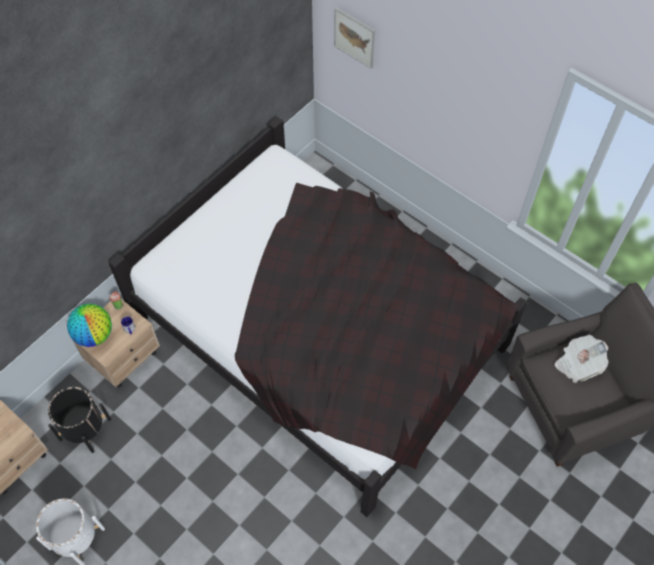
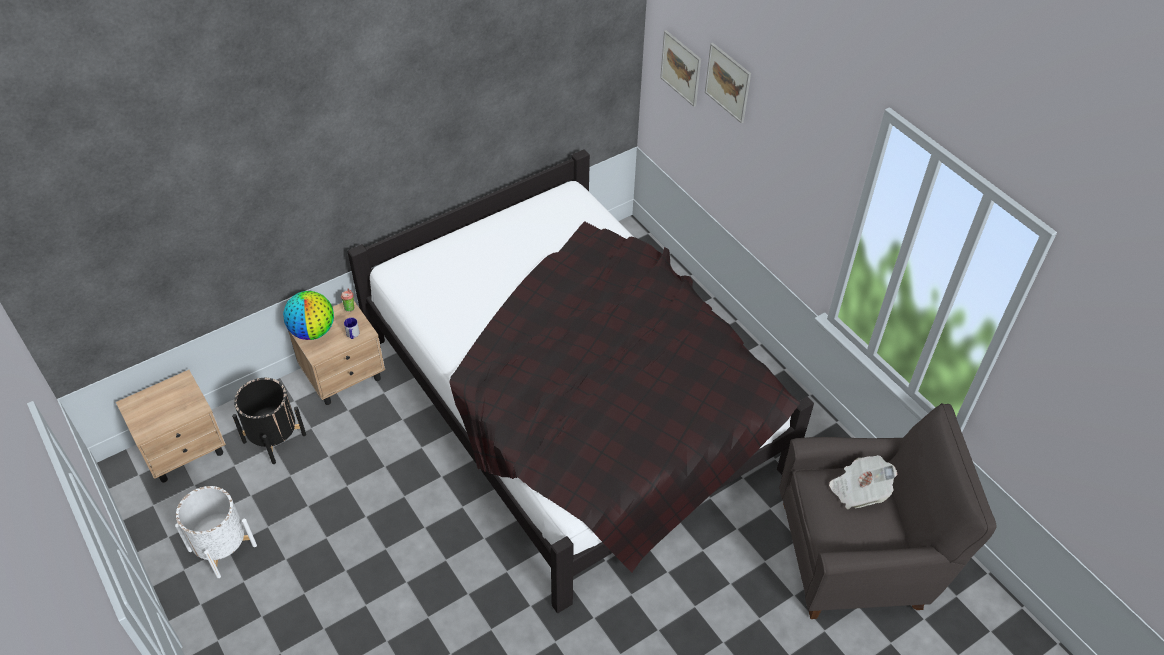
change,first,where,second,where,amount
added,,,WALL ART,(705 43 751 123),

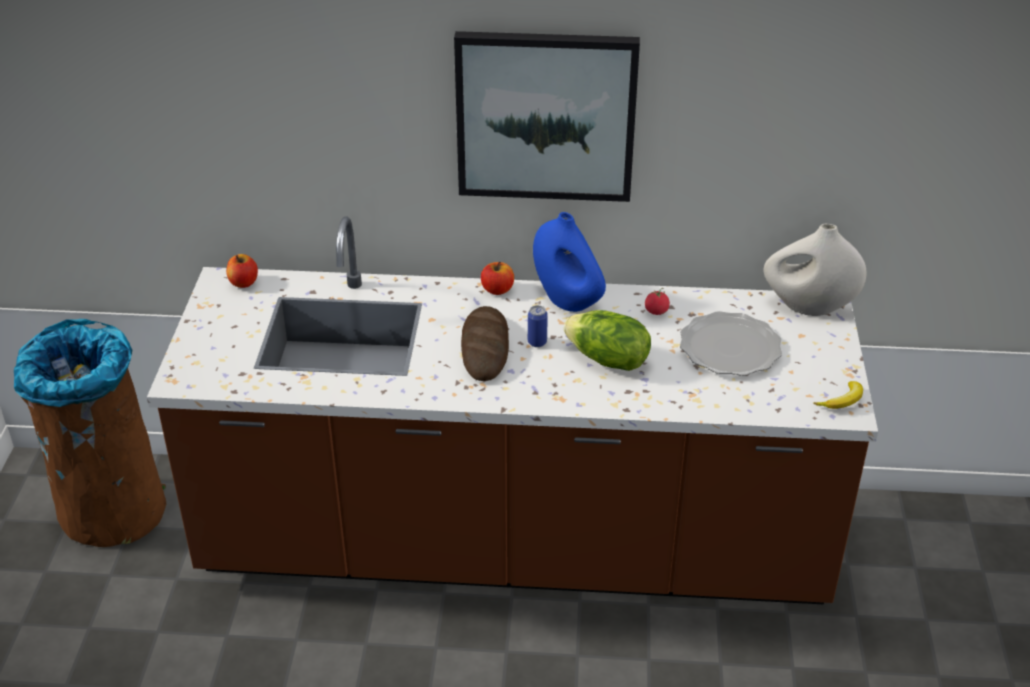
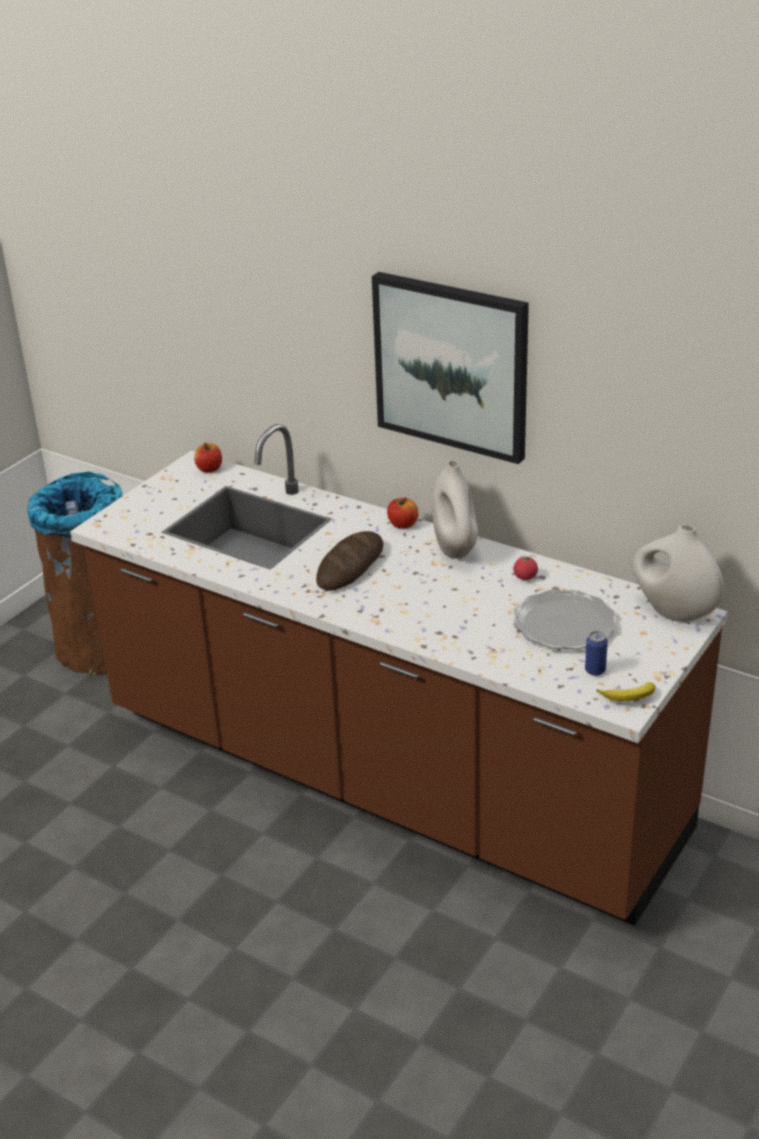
change,first,where,second,where,amount
moved,SEALED CAN,(528 305 548 347),,(585 631 608 676),
recoloured,BLUE-COLOURED VASE,(533 212 606 312),WHITISH VASE,(432 459 478 559),
removed,LETTUCE,(564 310 651 371),,,

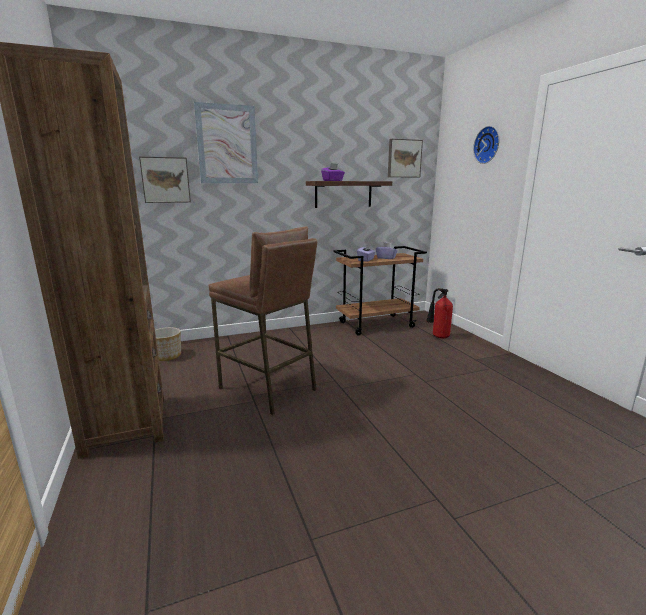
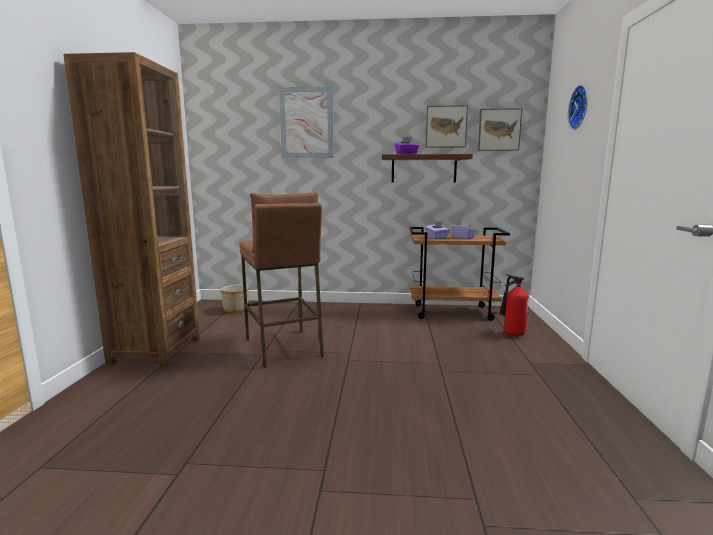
change,first,where,second,where,amount
moved,WALL ART,(139 157 191 203),,(426 105 468 148),

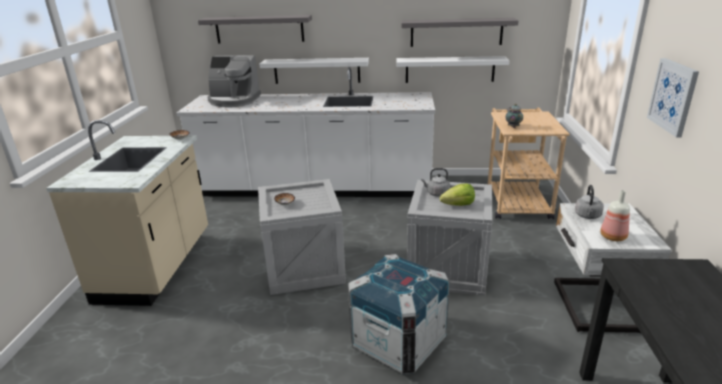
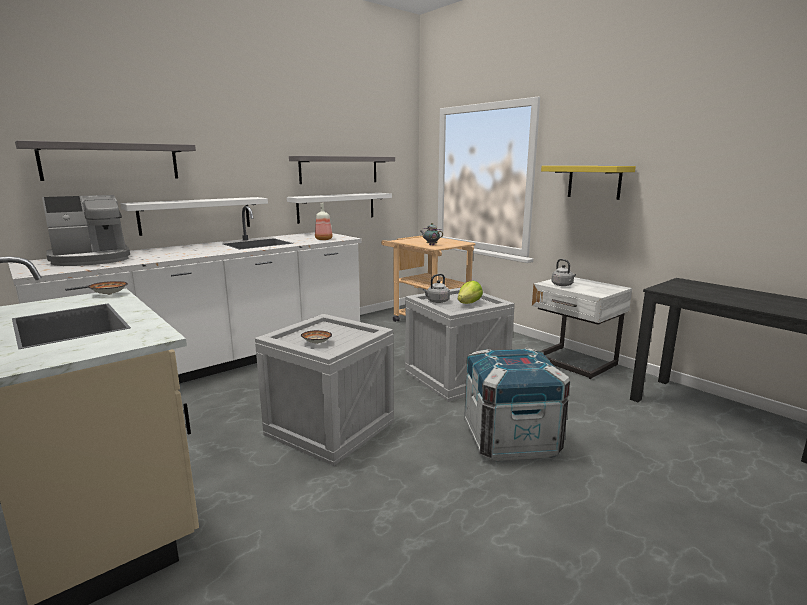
change,first,where,second,where,amount
moved,DRINK BOTTLE,(600 190 630 241),,(315 203 333 240),
replaced,WALL ART,(647 58 699 137),YELLOW-COLOURED WALL SHELF,(541 166 636 200),

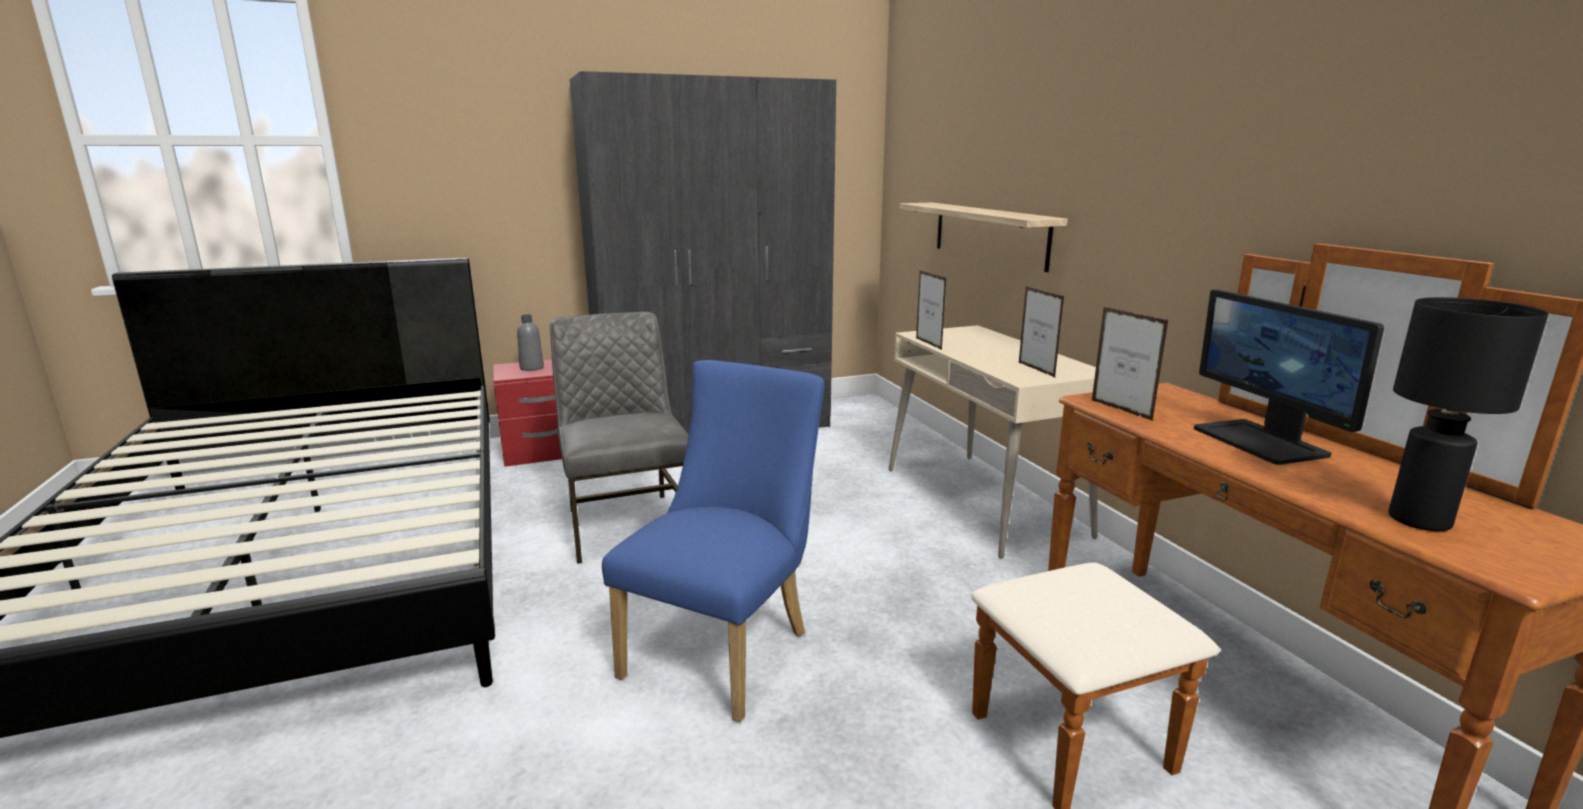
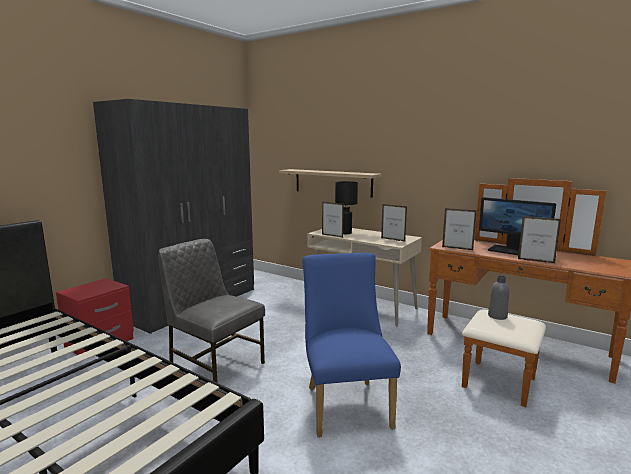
change,first,where,second,where,amount
moved,GRAY DRINK BOTTLE,(517 314 544 371),,(488 276 509 320),
moved,BLACK-COLOURED TABLE LAMP,(1388 297 1549 531),,(335 181 358 234),
added,,,PICTURE FRAME,(518 216 561 263),

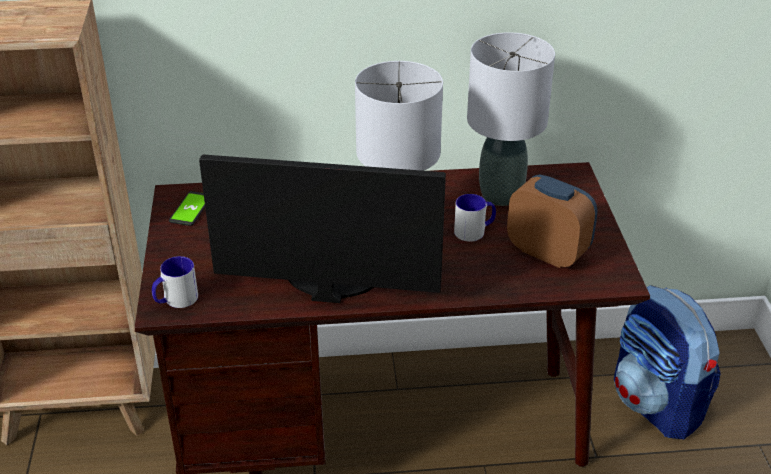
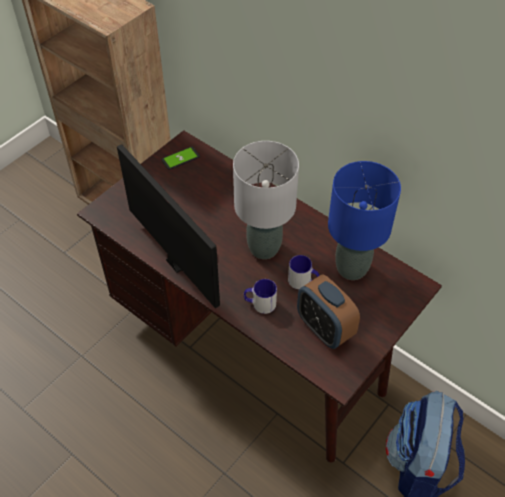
change,first,where,second,where,amount
moved,COFFEE MUG,(152 256 198 308),,(244 279 277 314),
recoloured,GRAY TABLE LAMP,(467 32 555 206),BLUE-COLOURED TABLE LAMP,(328 161 401 280),
turned,TABLE CLOCK,(507 174 597 268),,(297 274 360 349),150 degrees clockwise

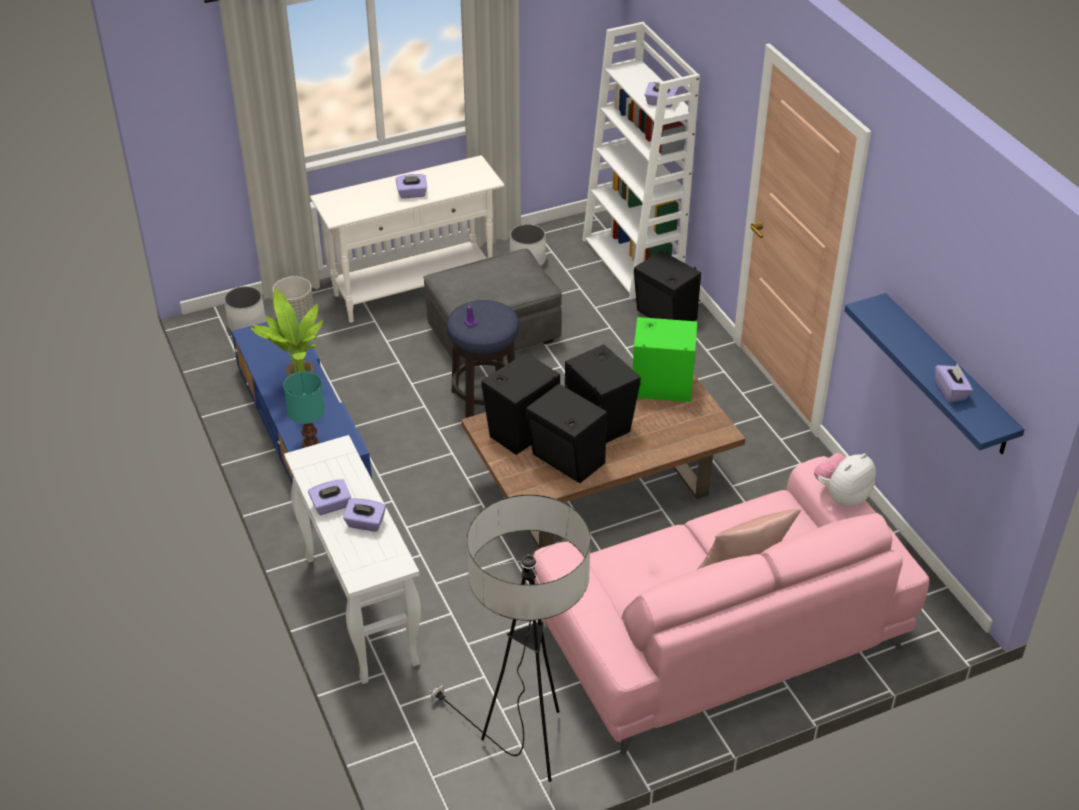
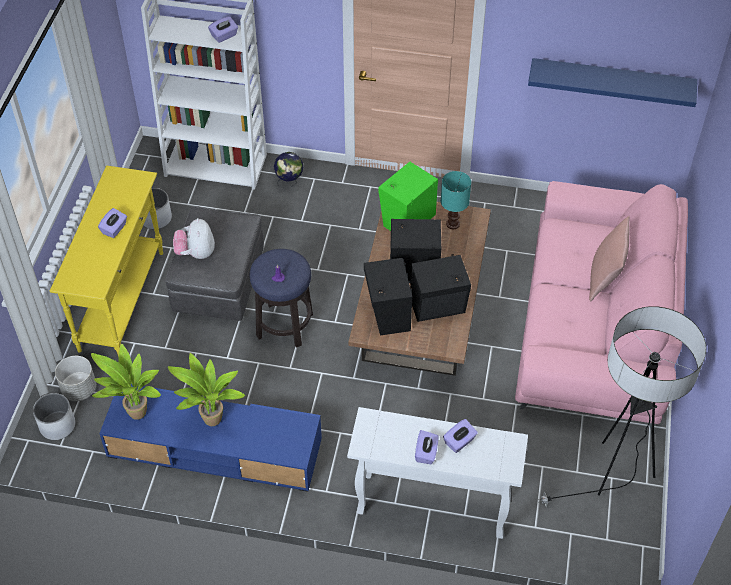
change,first,where,second,where,amount
moved,TURQUOISE TABLE LAMP,(284 372 325 448),,(441 171 471 229),
recoloured,WHITISH CONSOLE TABLE,(310 155 505 323),YELLOW-COLOURED CONSOLE TABLE,(50 165 163 355),
replaced,BLACK-COLOURED SPEAKER,(634 250 701 321),GLOBE,(274 152 303 187),
moved,SOFT TOY,(814 453 876 507),,(173 218 215 259),
removed,PURPLE TISSUE HOLDER,(935 363 973 403),,,
added,,,POTTED PLANT,(91 344 161 420),

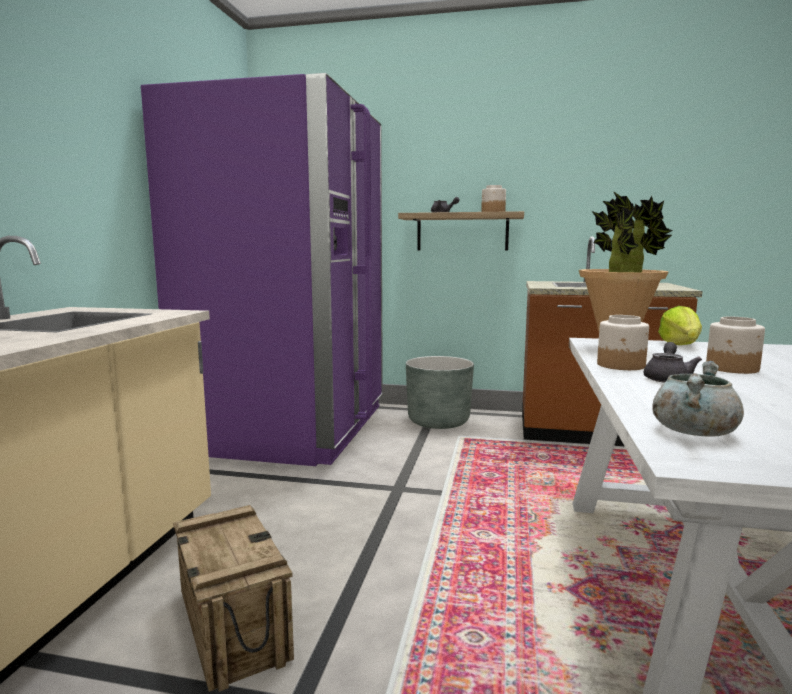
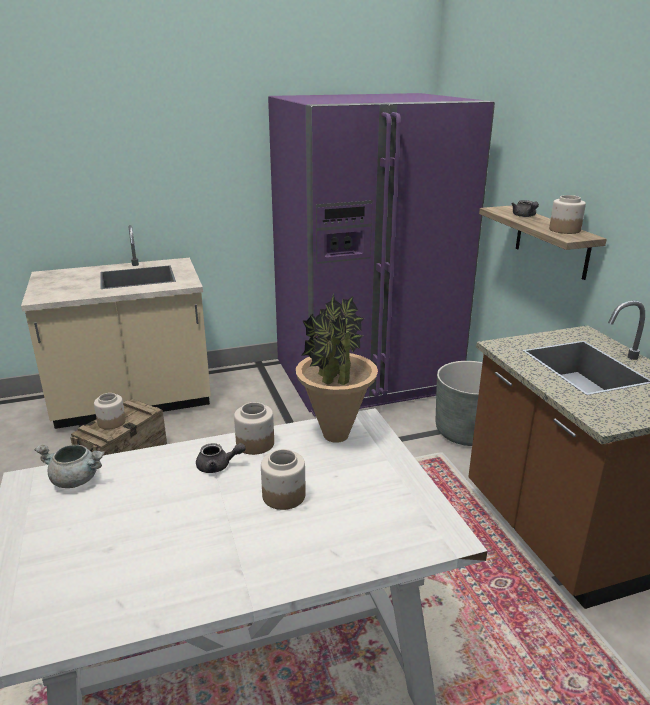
change,first,where,second,where,amount
removed,LETTUCE,(658 306 702 345),,,
added,,,JAR,(94 393 126 429),

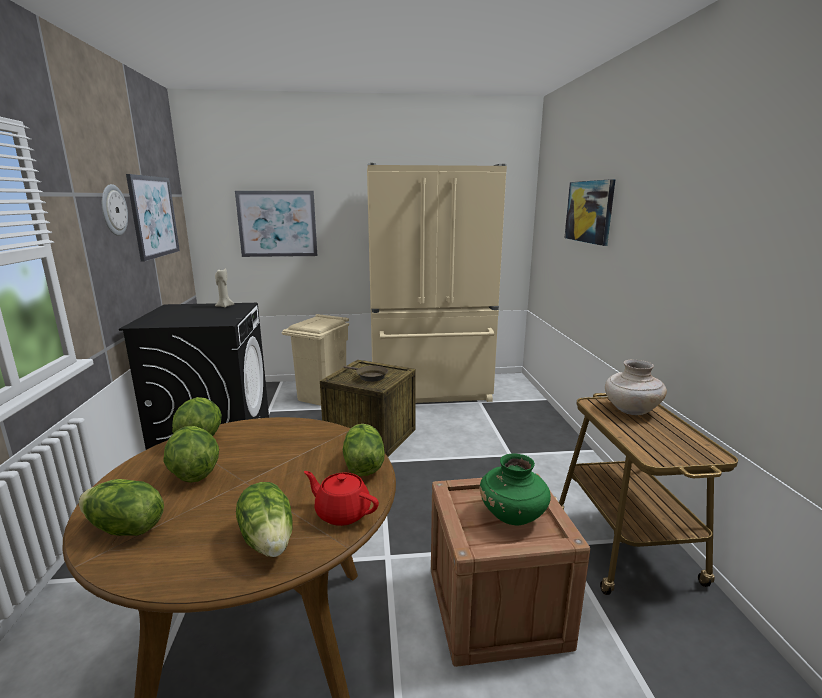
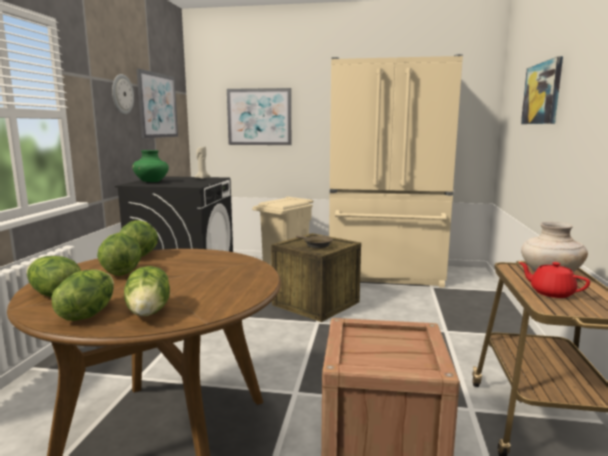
change,first,where,second,where,amount
moved,RED-COLOURED POT FOR TEA,(304 471 379 526),,(519 262 590 298),
moved,LETTUCE,(343 424 385 476),,(52 269 114 321),
moved,GREEN-COLOURED VASE,(480 453 551 525),,(132 150 169 182),

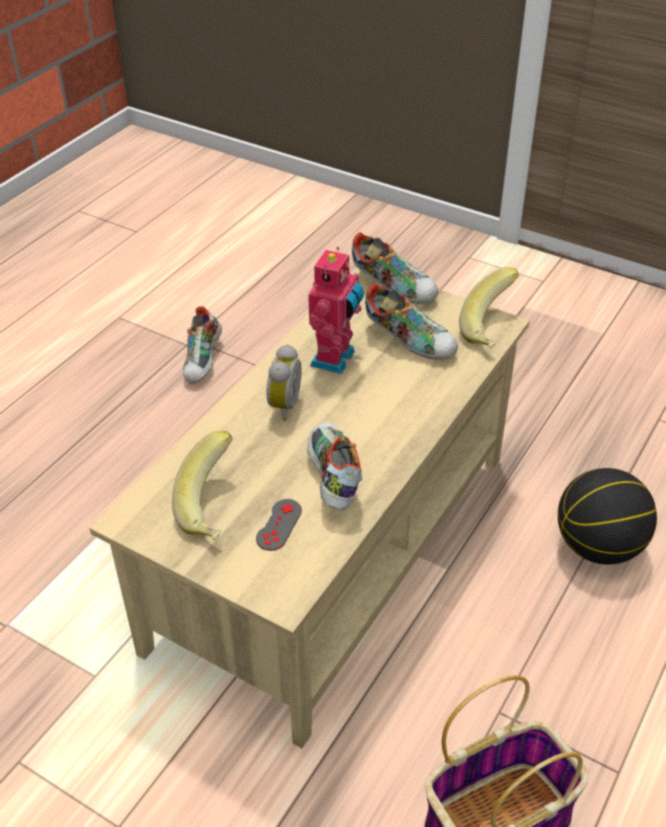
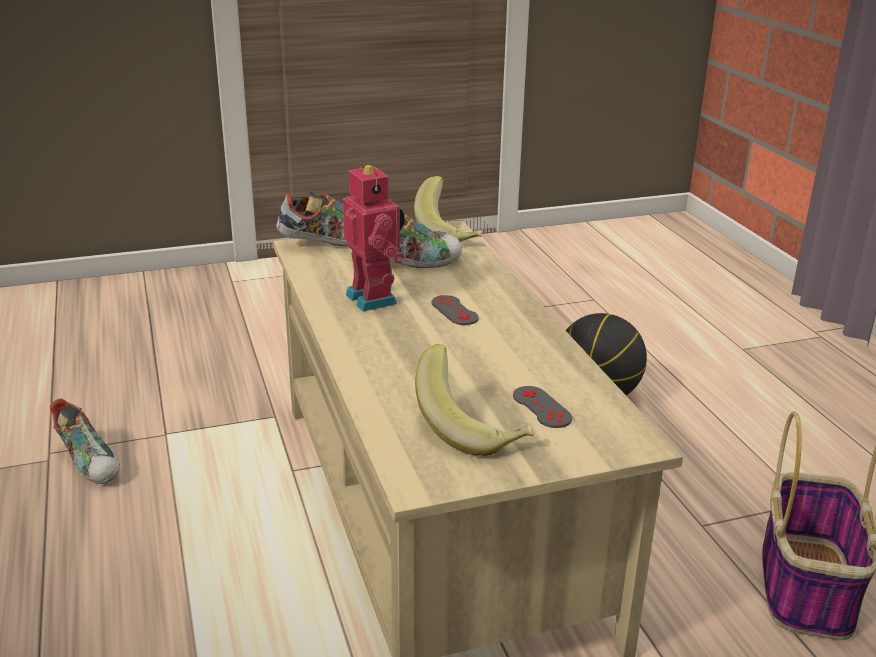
change,first,where,second,where,amount
removed,TABLE CLOCK,(267 344 302 421),,,
removed,SHOE,(307 422 362 510),,,
added,,,GRAY JOYPAD,(431 295 479 325),

